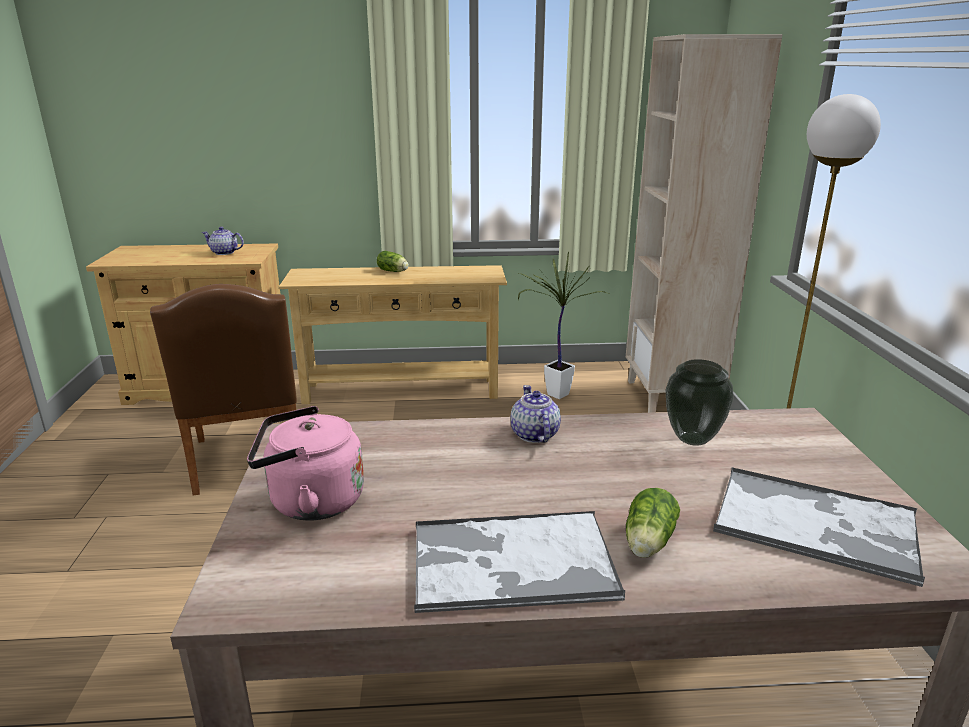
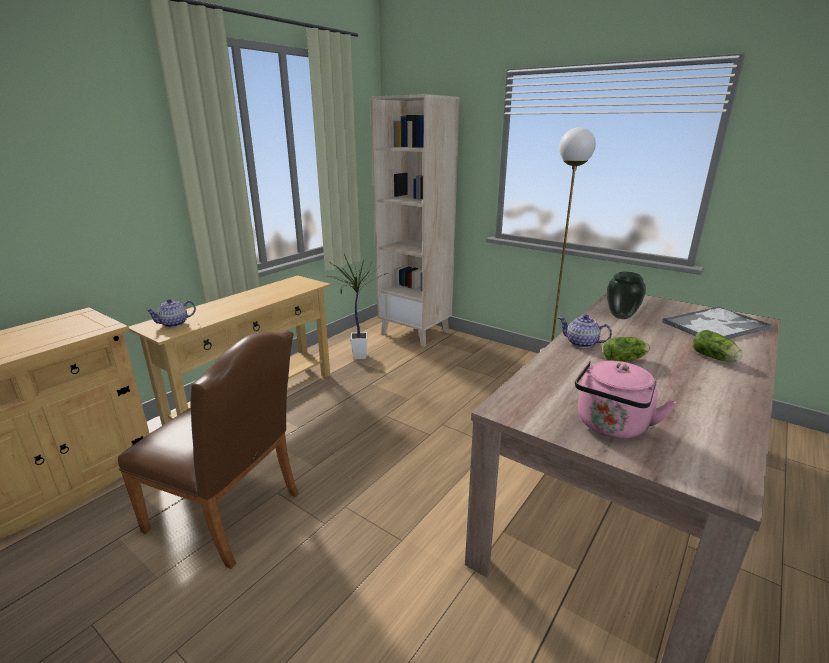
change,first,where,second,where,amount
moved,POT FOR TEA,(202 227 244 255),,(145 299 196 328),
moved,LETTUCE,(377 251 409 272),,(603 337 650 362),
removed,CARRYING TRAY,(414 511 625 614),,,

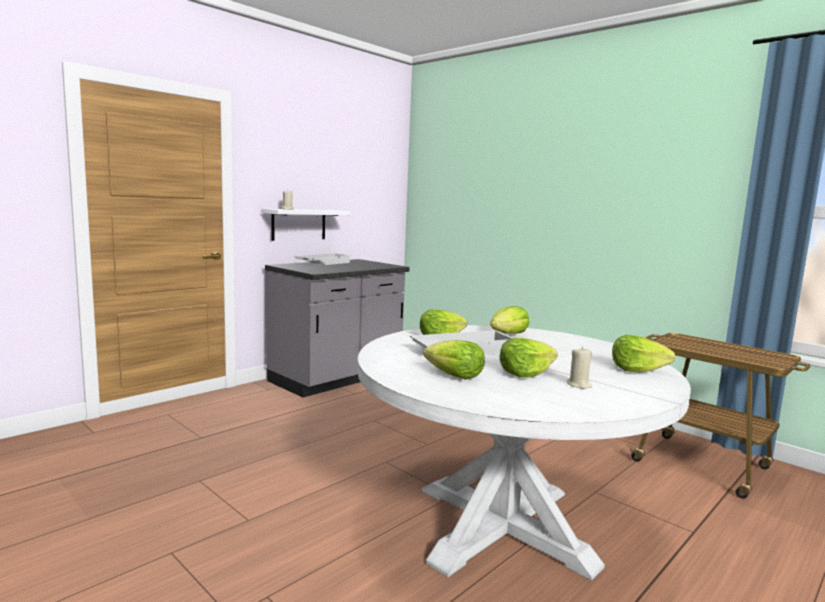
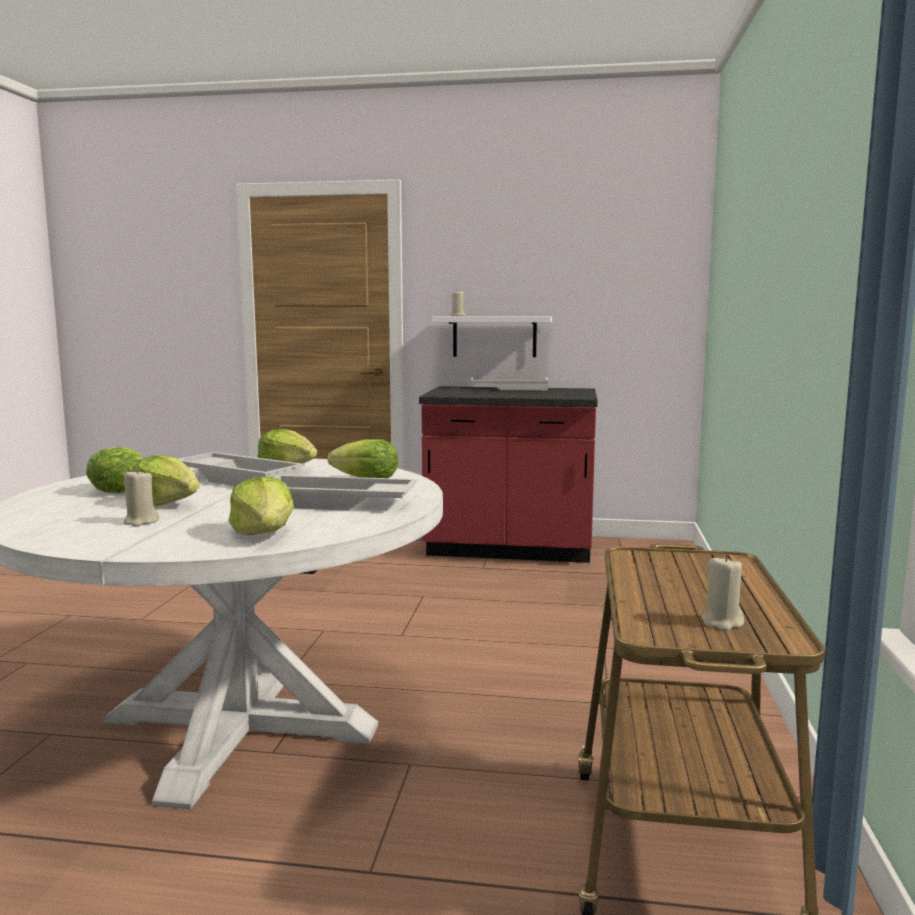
change,first,where,second,where,amount
recoloured,GRAY KITCHEN COUNTER,(265 259 410 397),RED-COLOURED KITCHEN COUNTER,(419 386 598 563),
added,,,WHITISH CARRYING TRAY,(274 475 417 511),
added,,,BEIGE WAX CANDLE,(701 555 744 631),

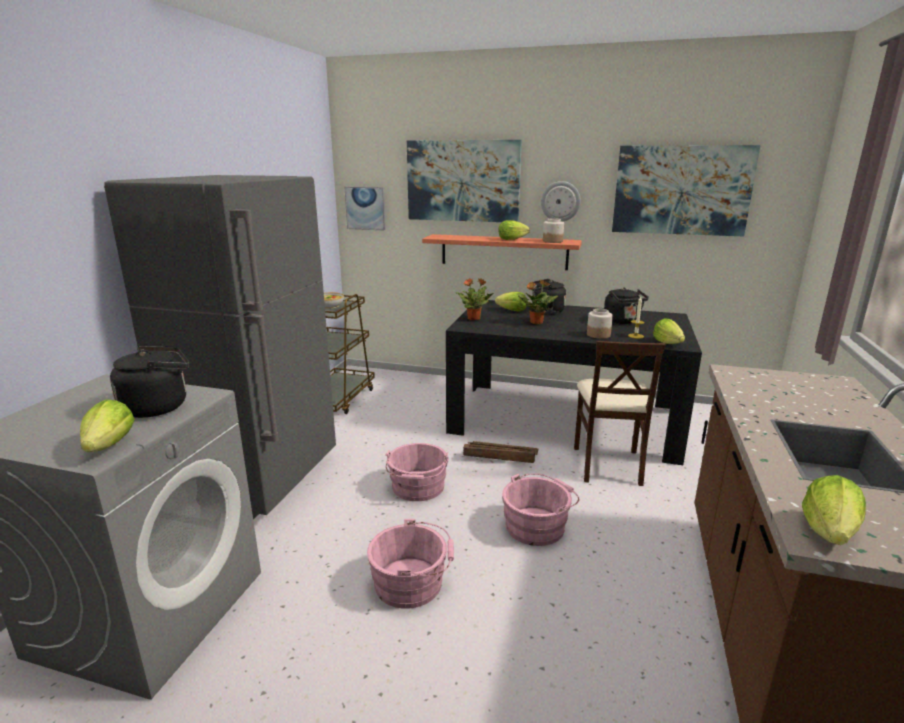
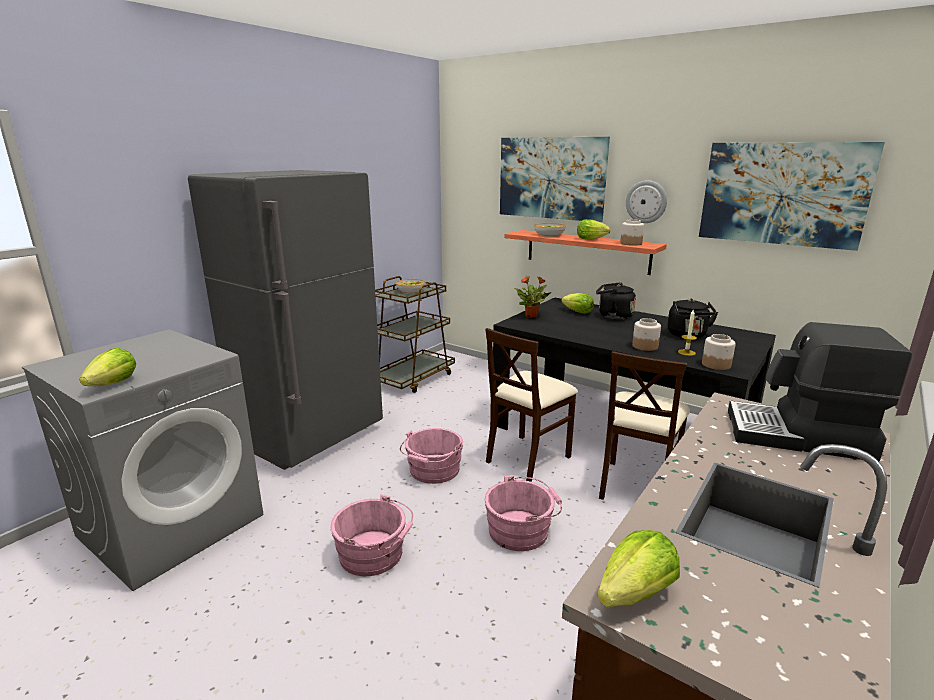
change,first,where,second,where,amount
removed,BLACK-COLOURED KETTLE,(110 346 190 418),,,
removed,WALL ART,(344 187 386 230),,,
replaced,PACKING CRATE,(463 441 538 463),BEIGE CHAIR,(485 328 578 482),
removed,POTTED PLANT,(518 280 558 324),,,
replaced,LETTUCE,(653 318 685 344),JAR,(702 334 736 370),
added,,,DEEP DISH,(534 223 566 237),
added,,,COFFEE BREWER,(728 322 912 461),

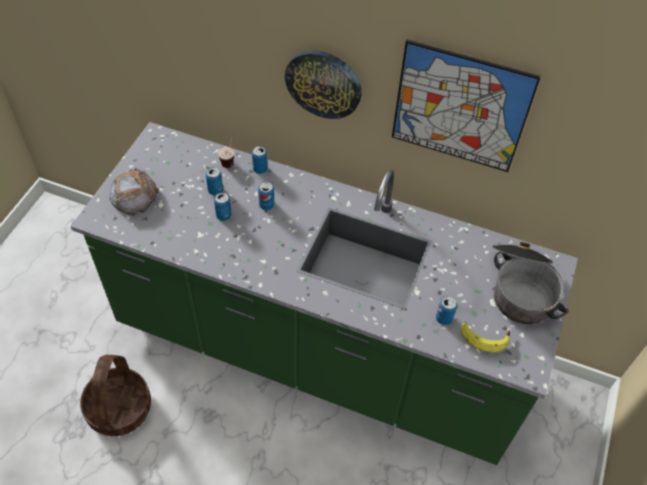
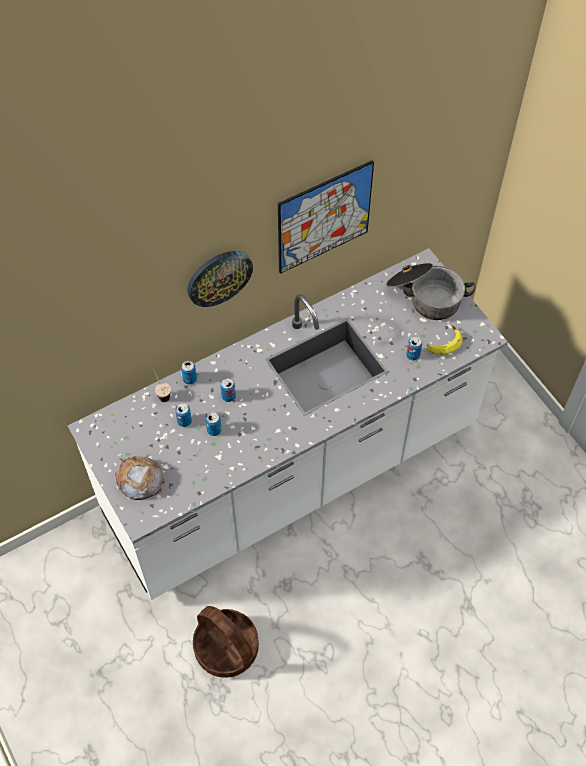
change,first,where,second,where,amount
recoloured,GREEN-COLOURED KITCHEN COUNTER,(70 122 578 465),WHITISH KITCHEN COUNTER,(67 248 508 600),

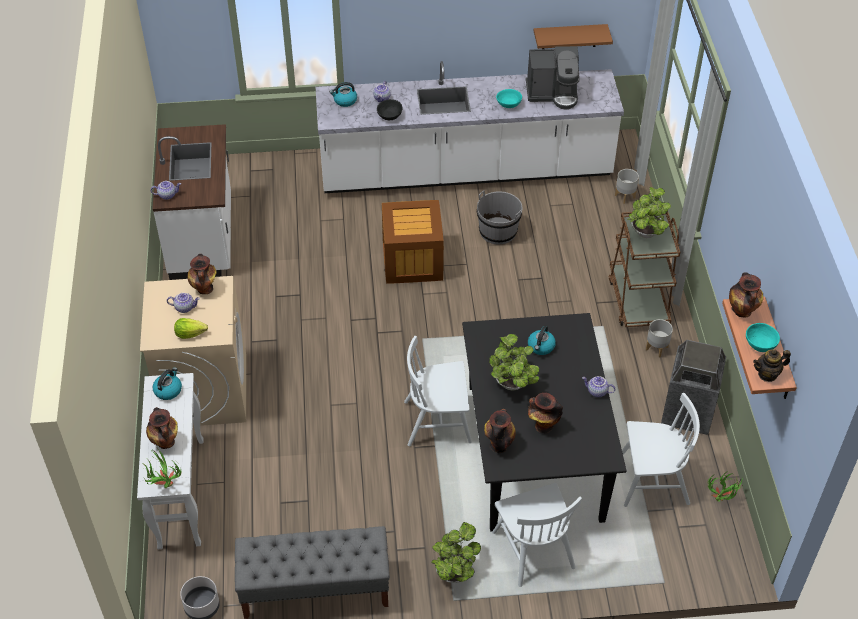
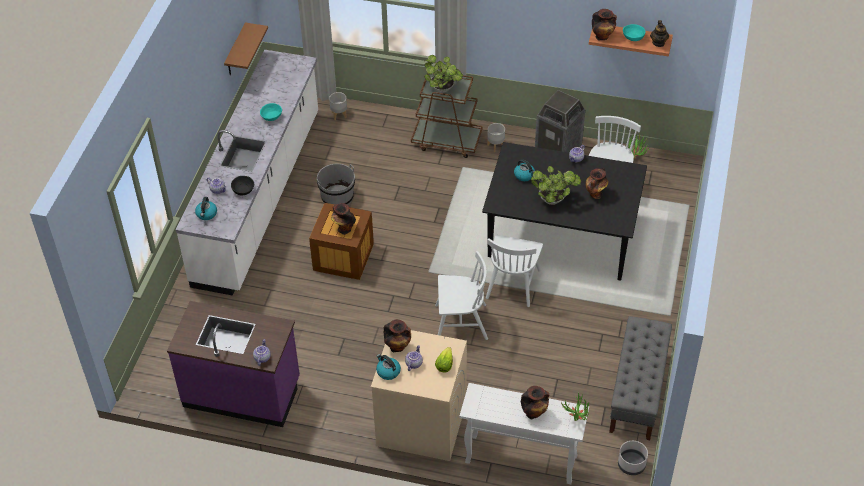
change,first,where,second,where,amount
recoloured,WHITISH KITCHEN COUNTER,(153 124 231 280),PURPLE KITCHEN COUNTER,(167 301 300 427),
moved,KETTLE,(153 367 182 400),,(376 354 401 380),
removed,POTTED PLANT,(431 522 481 583),,,
moved,VASE,(484 409 516 453),,(331 203 356 235),
moved,WHITISH CHAIR,(492 483 582 587),,(435 251 488 340),
removed,COFFEE BREWER,(526 46 580 109),,,

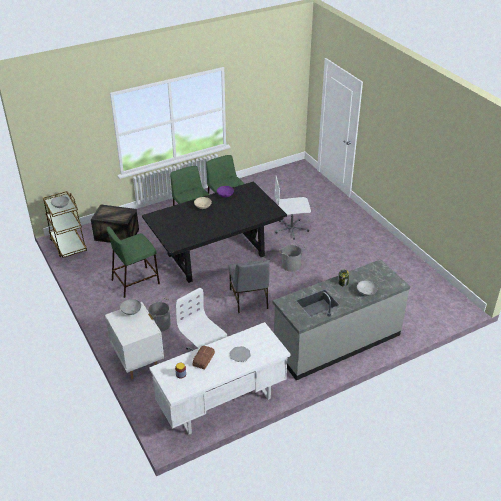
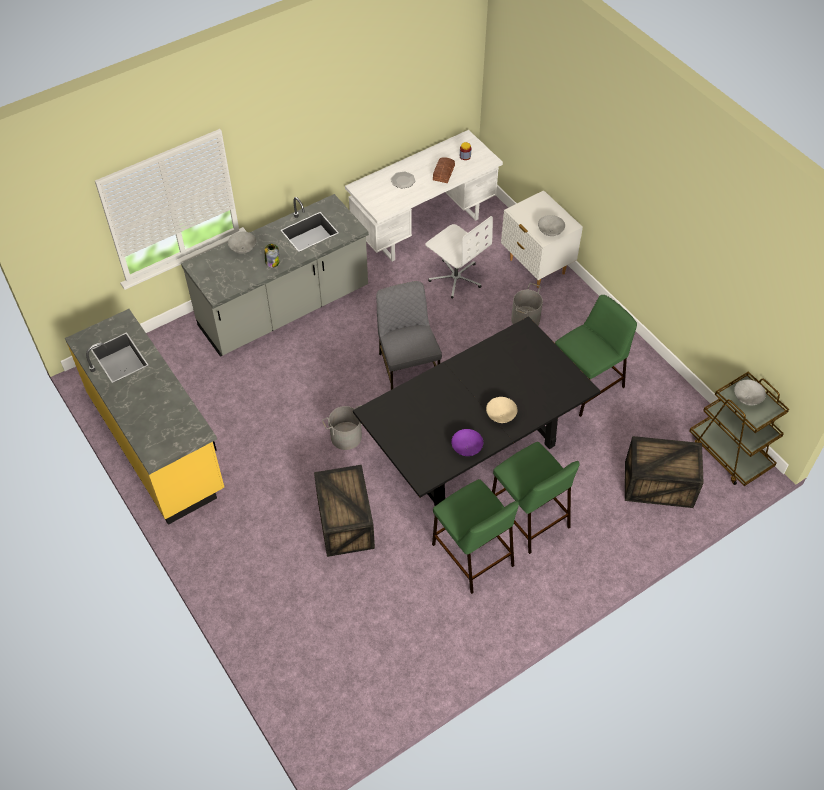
change,first,where,second,where,amount
replaced,WHITISH DESK CHAIR,(274 176 311 240),PACKING CRATE,(314 465 375 557),
added,,,YELLOW-COLOURED KITCHEN COUNTER,(65 309 224 525),

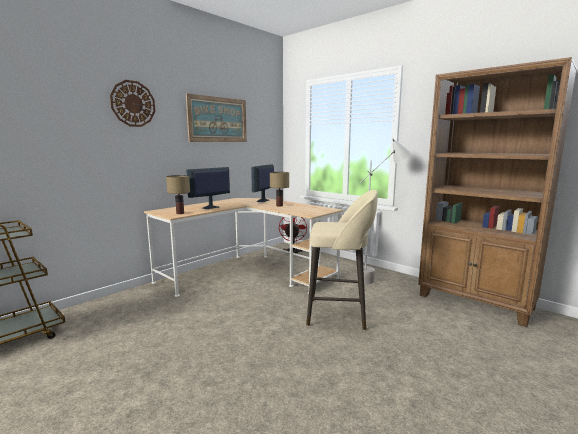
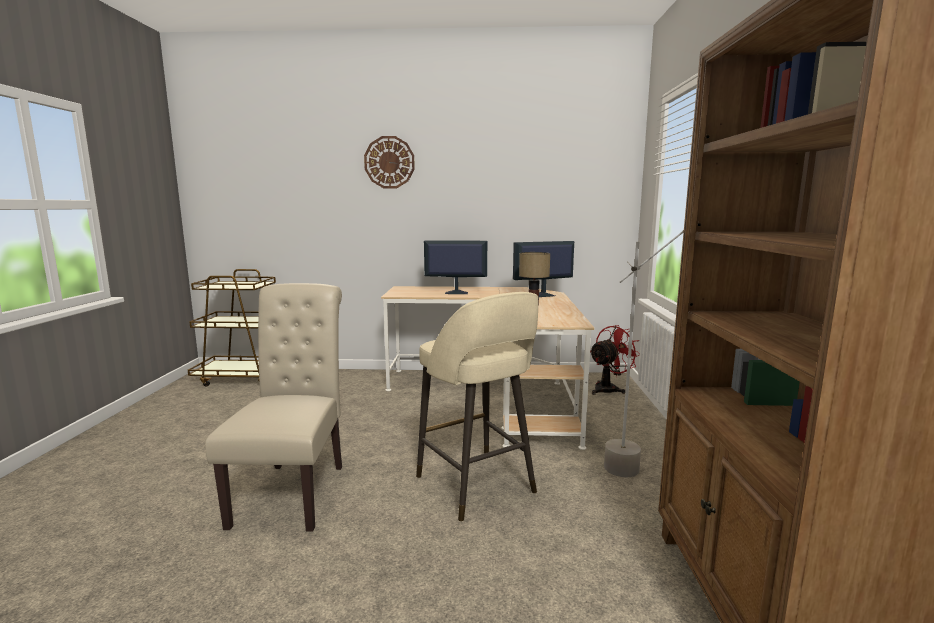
change,first,where,second,where,amount
removed,TABLE LAMP,(166 175 190 214),,,
removed,WALL ART,(186 93 247 142),,,
added,,,BEIGE CHAIR,(205 283 342 532),

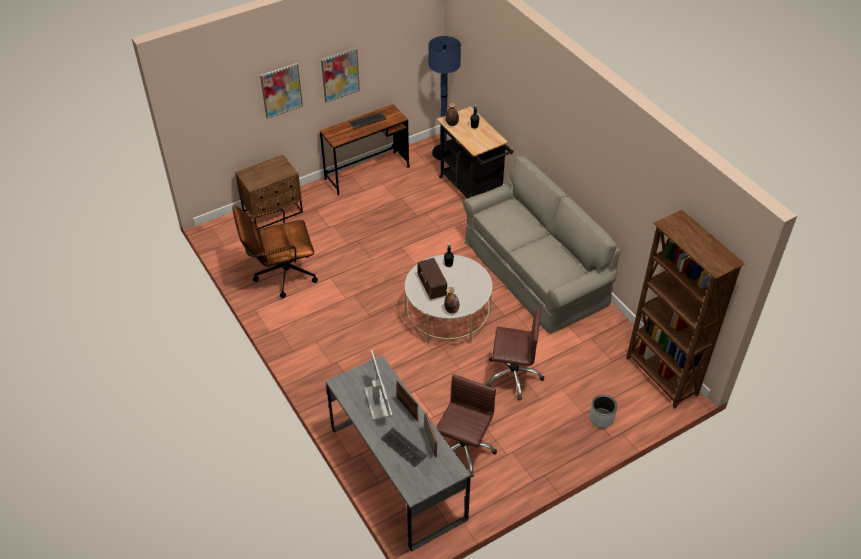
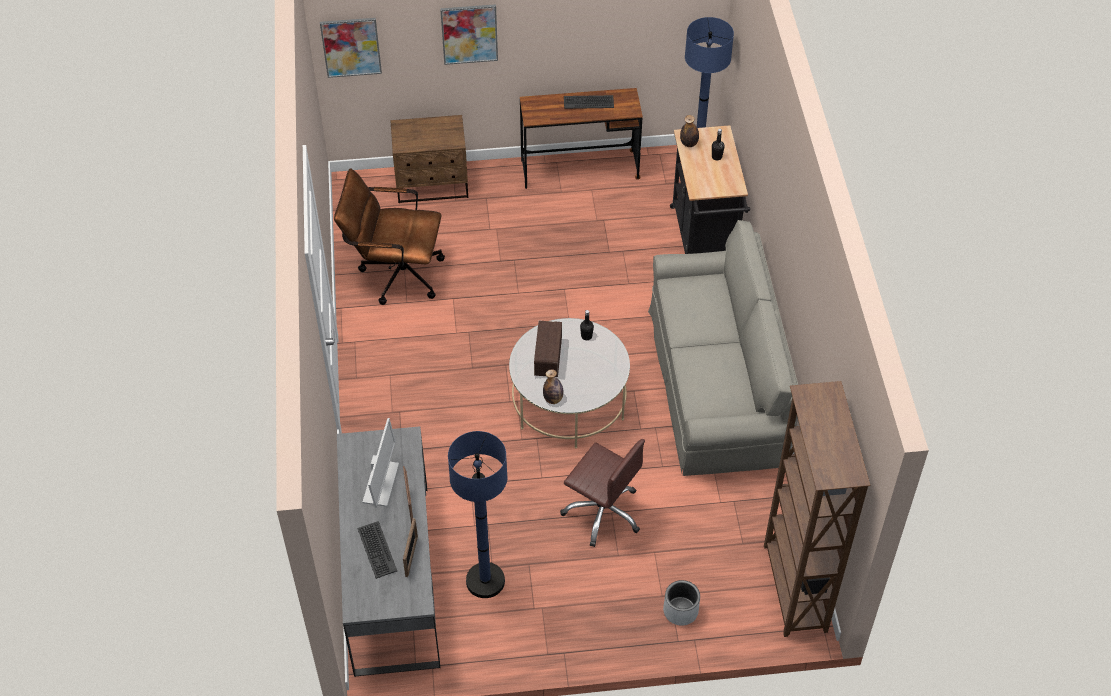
change,first,where,second,where,amount
moved,WALL ART,(321 48 360 102),,(320 18 382 78),
replaced,BROWN DESK CHAIR,(436 374 497 477),BLUE-COLOURED FLOOR LAMP,(448 431 507 598),

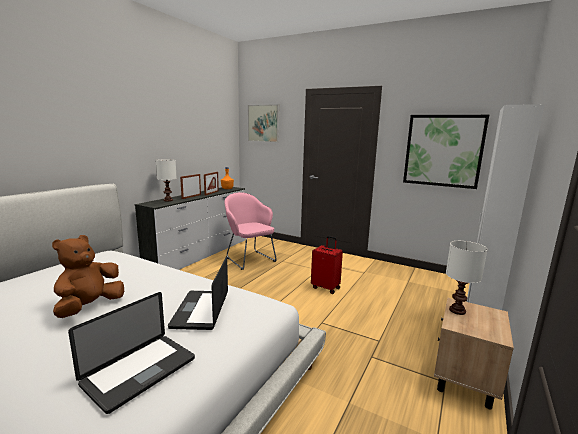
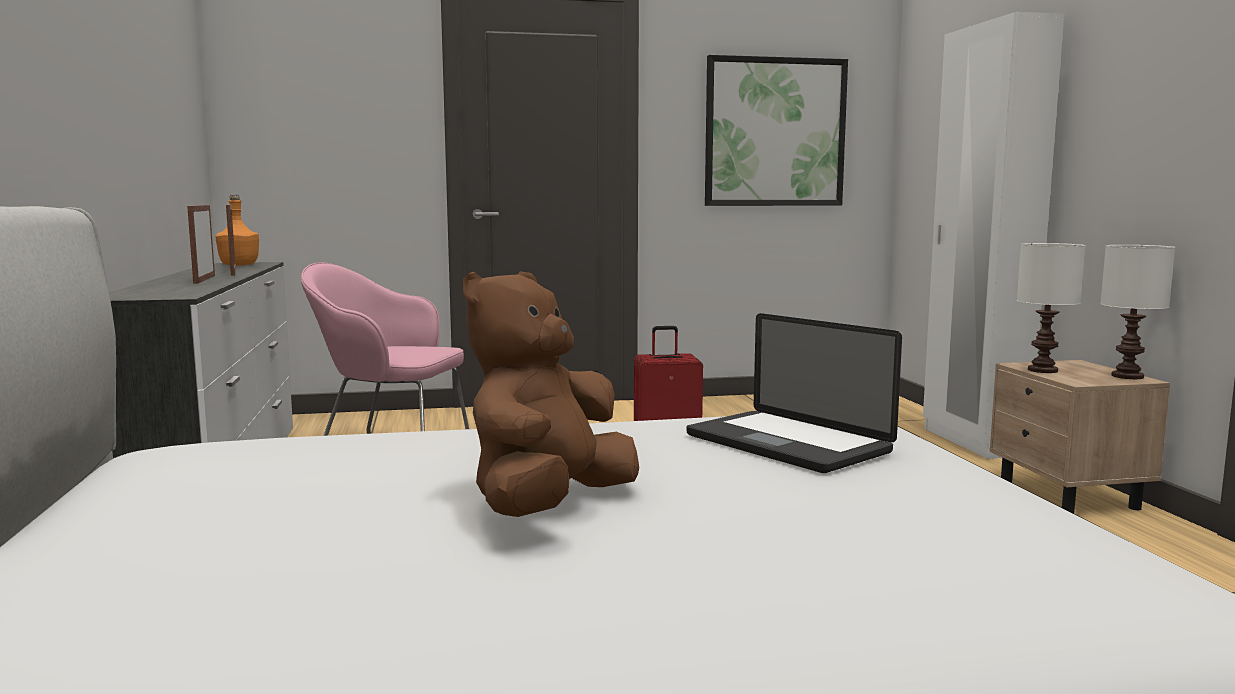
change,first,where,second,where,amount
turned,BROWN SOFT TOY,(52 235 124 318),,(463 271 639 517),45 degrees clockwise
removed,LAPTOP,(68 292 195 414),,,
moved,WHITISH TABLE LAMP,(155 159 177 201),,(1100 245 1175 379),
removed,WALL ART,(248 104 279 142),,,

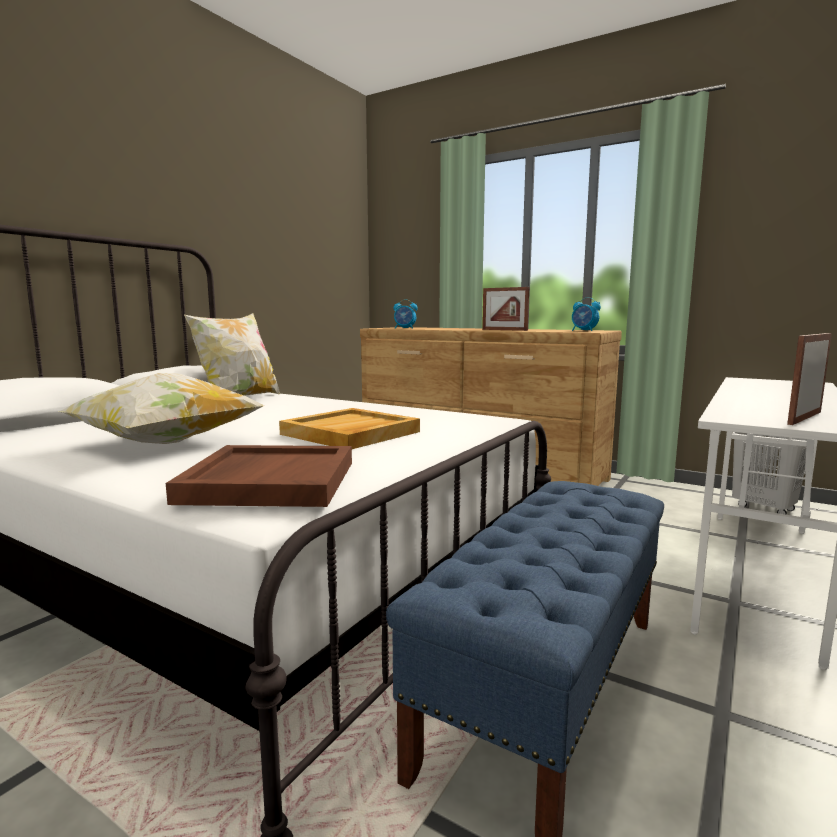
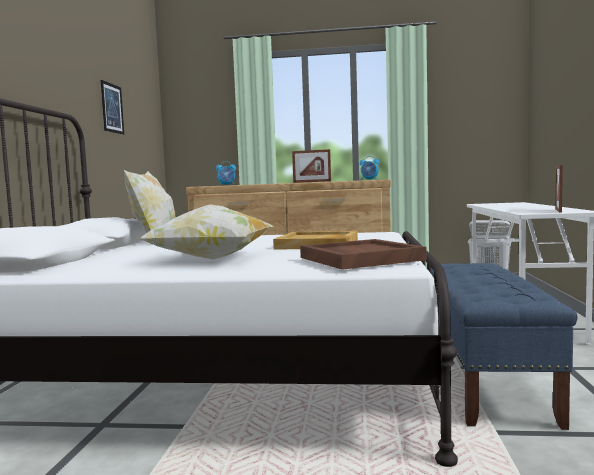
change,first,where,second,where,amount
added,,,WALL ART,(101 80 124 134),

